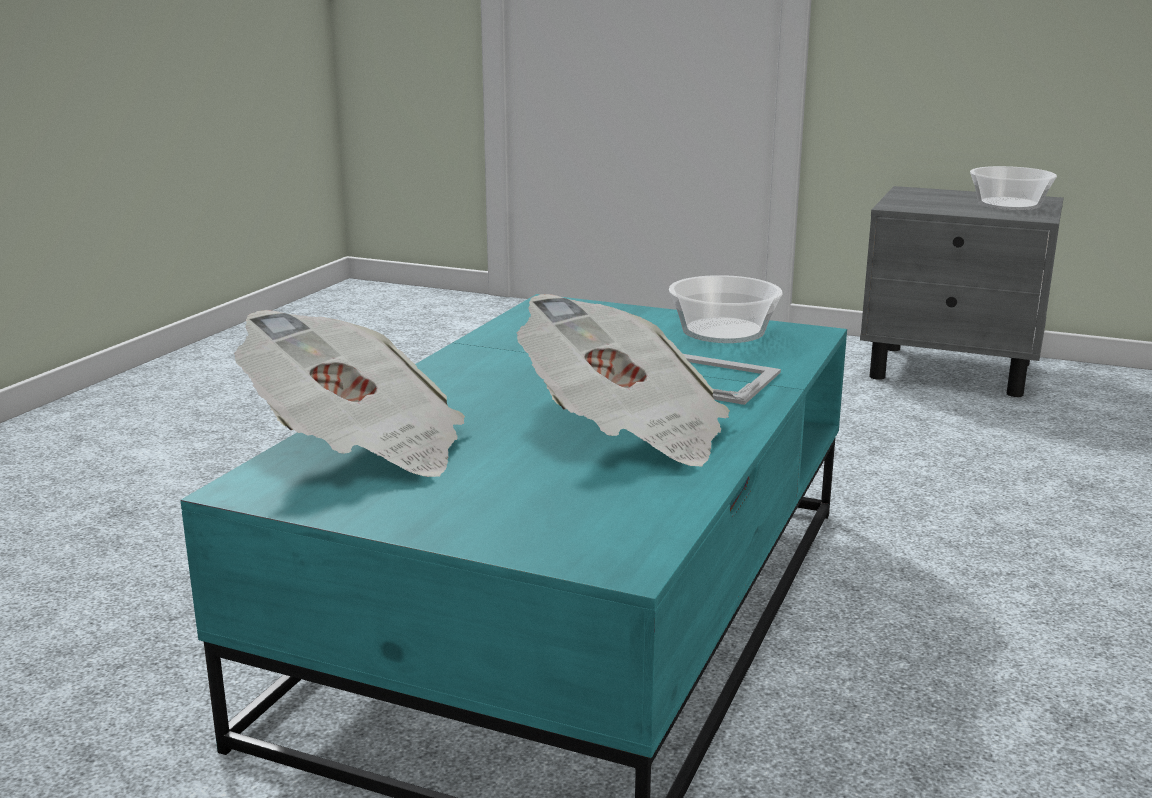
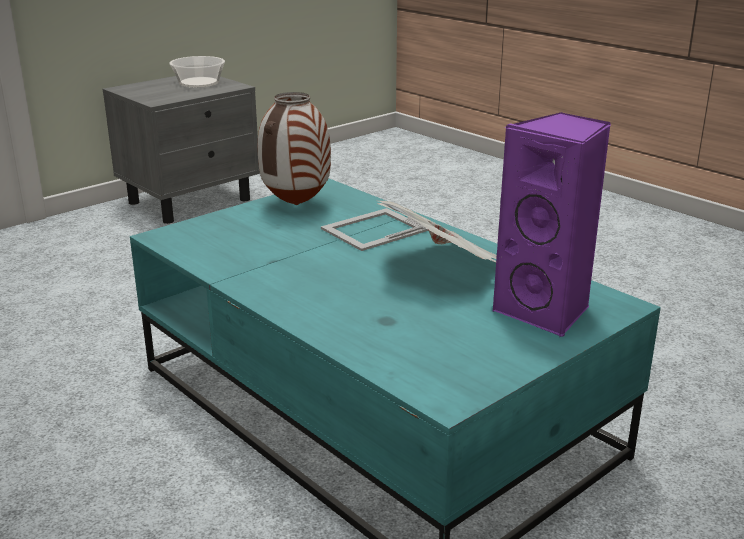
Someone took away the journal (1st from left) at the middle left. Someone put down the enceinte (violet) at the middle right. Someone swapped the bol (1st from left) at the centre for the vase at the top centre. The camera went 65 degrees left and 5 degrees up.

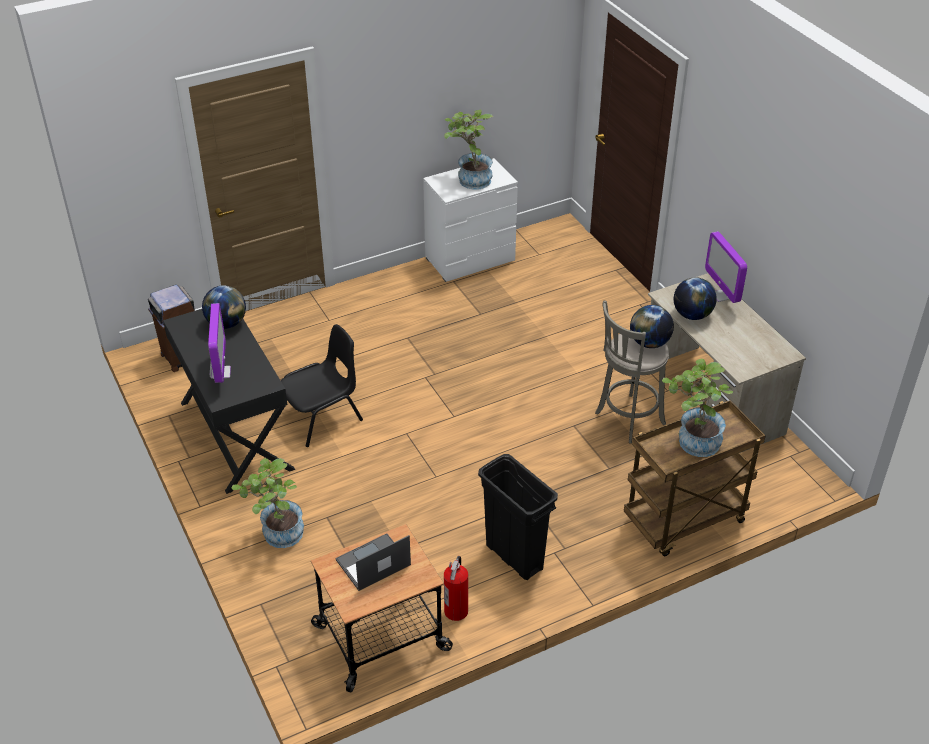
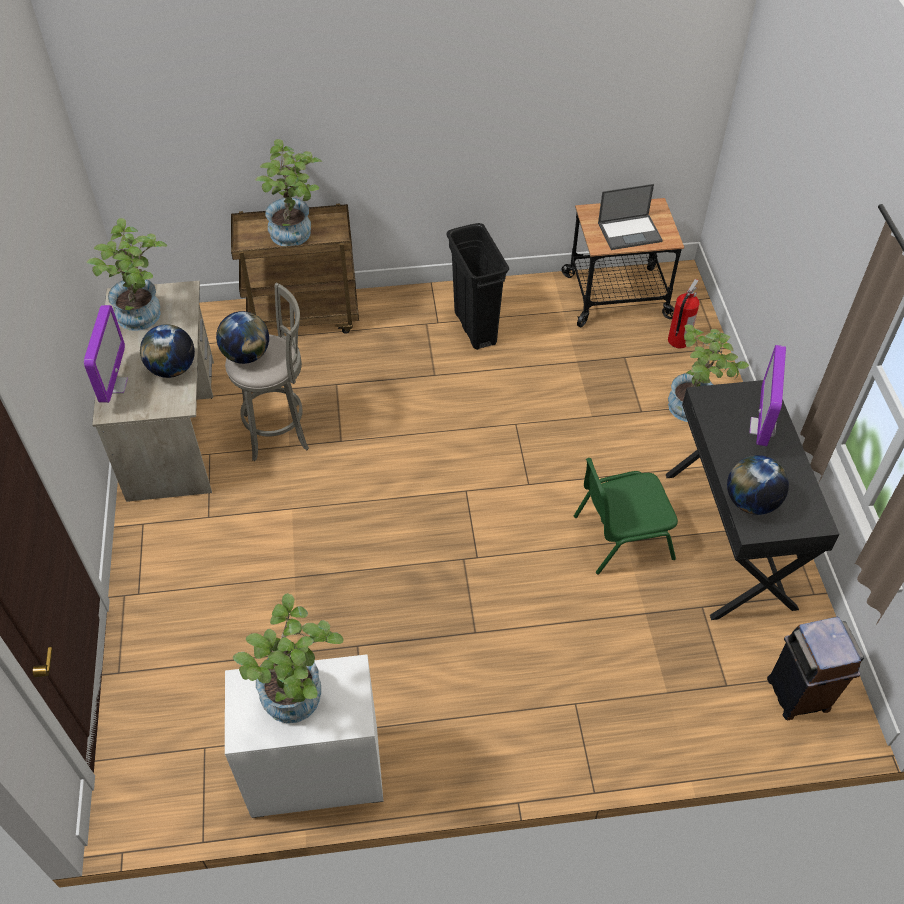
Someone put down the plante en pot (1st from left) at the top left. Someone carried the extincteur from the bottom centre to the middle right. Someone repainted the chaise (noir) at the centre, which became the chaise (vert) at the middle right. The camera went 160 degrees left and 10 degrees up.

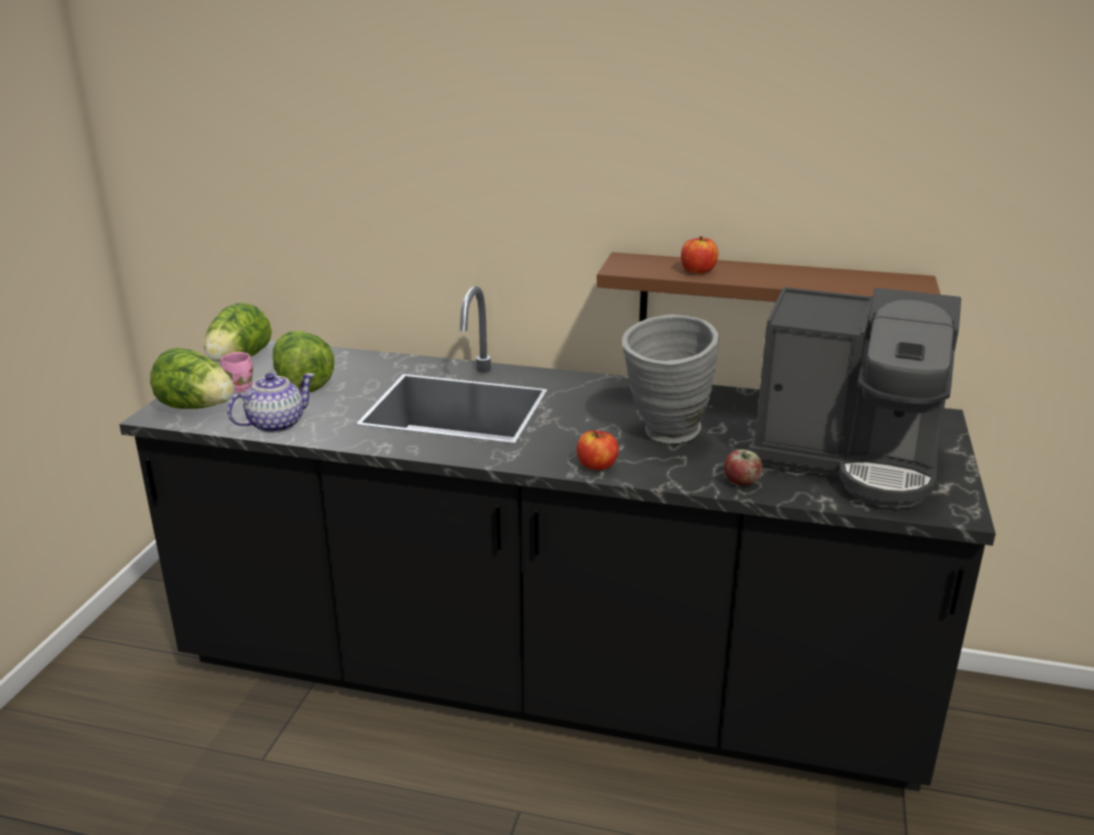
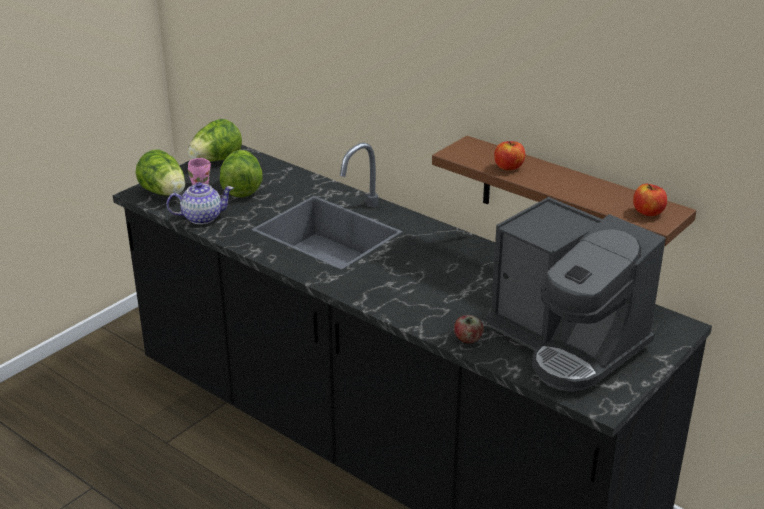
Someone took away the vase (gris) at the centre. Someone carried the pomme (1st from left in the first image) from the centre to the middle right. The camera went 25 degrees right and 5 degrees up.

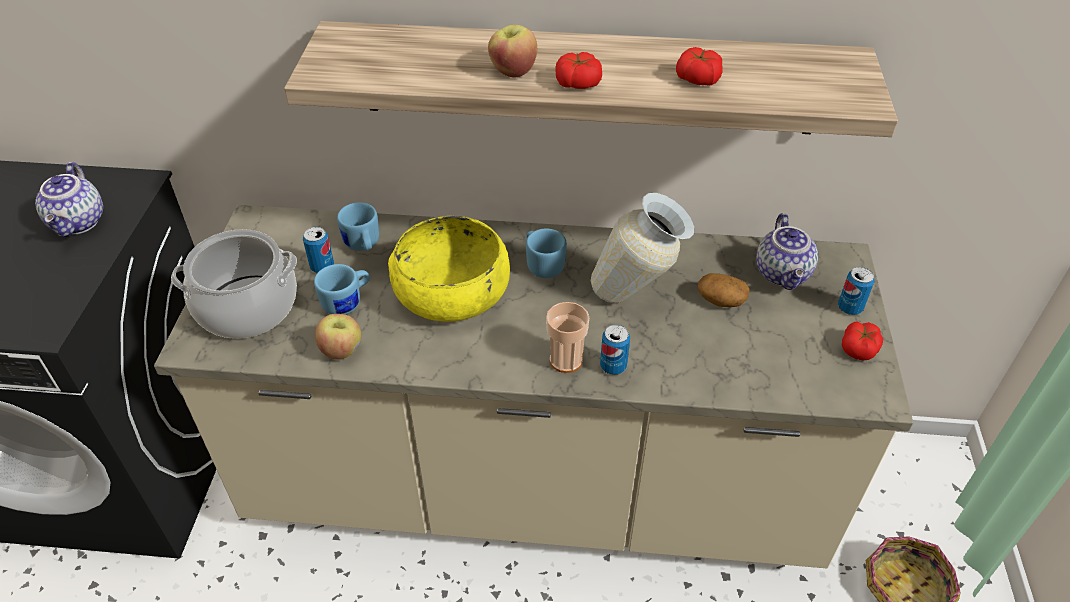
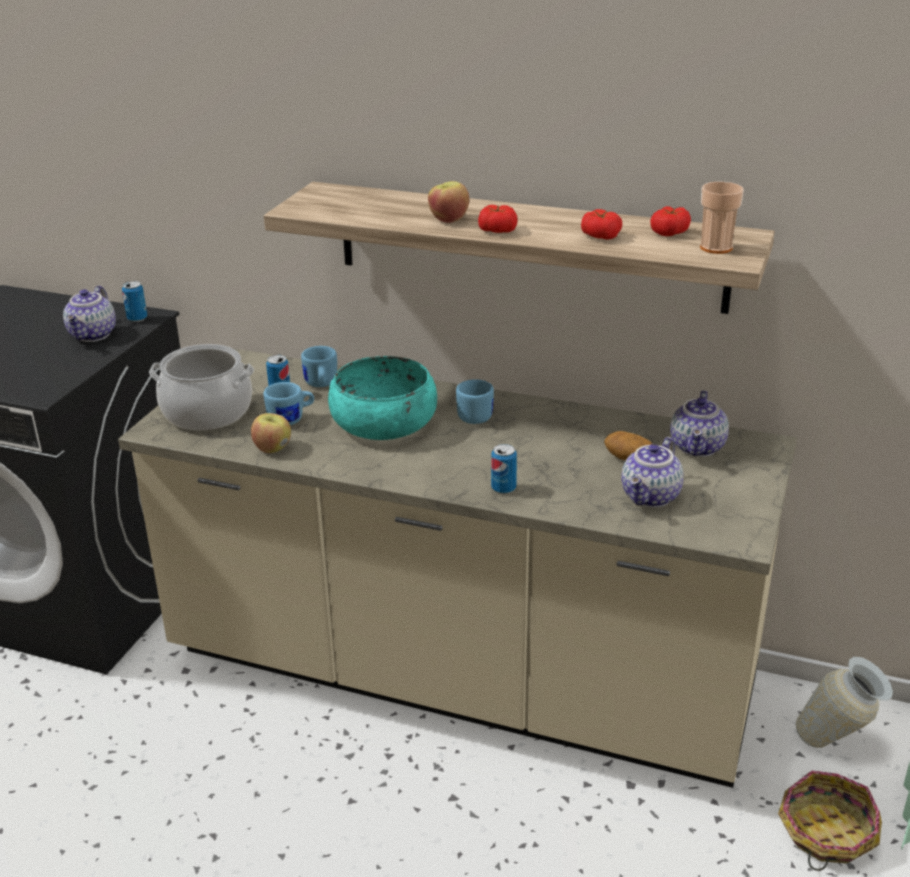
Someone put down the théière (2nd from left) at the middle right. Someone carried the tasse from the centre to the top right. Someone carried the vase from the centre to the bottom right. Someone carried the boîte métallique (3rd from left in the first image) from the middle right to the middle left. Someone carried the tomate (3rd from left) from the middle right to the top right. Someone repainted the bol (jaune) at the centre, which became the bol (turquoise) at the centre. The camera went 15 degrees right and 15 degrees down.

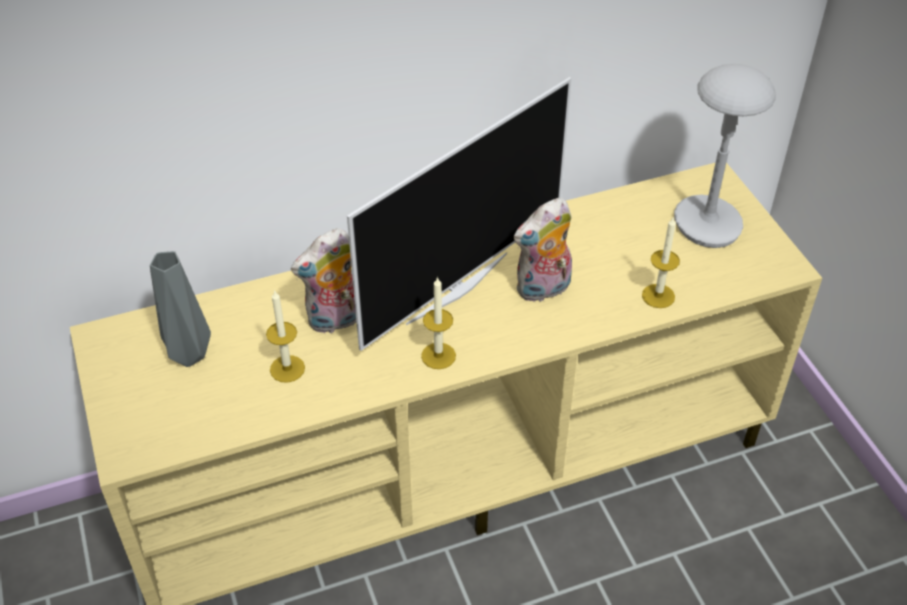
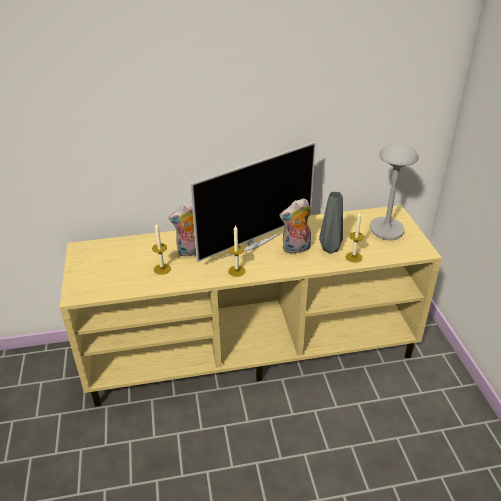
Someone carried the vase (gris) from the middle left to the centre. The camera went 10 degrees right and 10 degrees down.

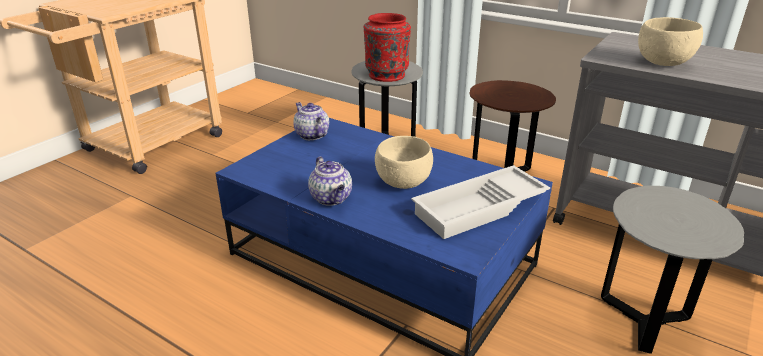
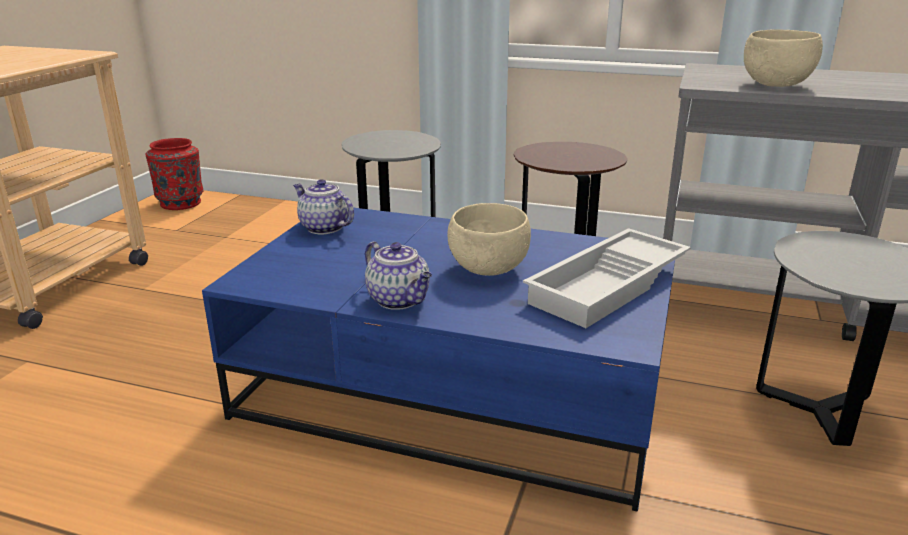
Someone carried the vase (rouge) from the top centre to the top left. The camera went 15 degrees left and 5 degrees down.

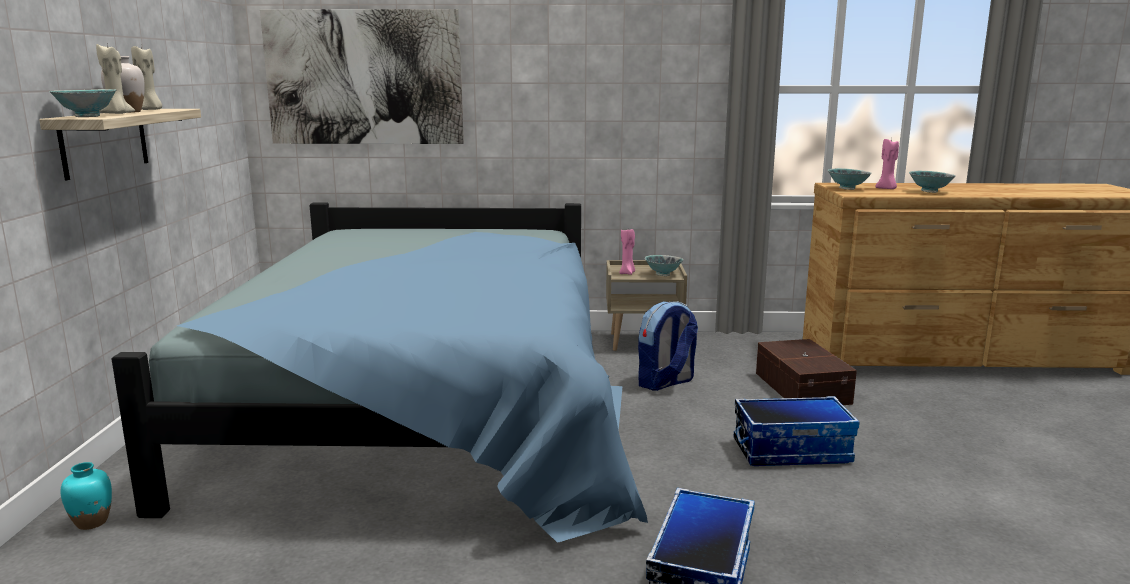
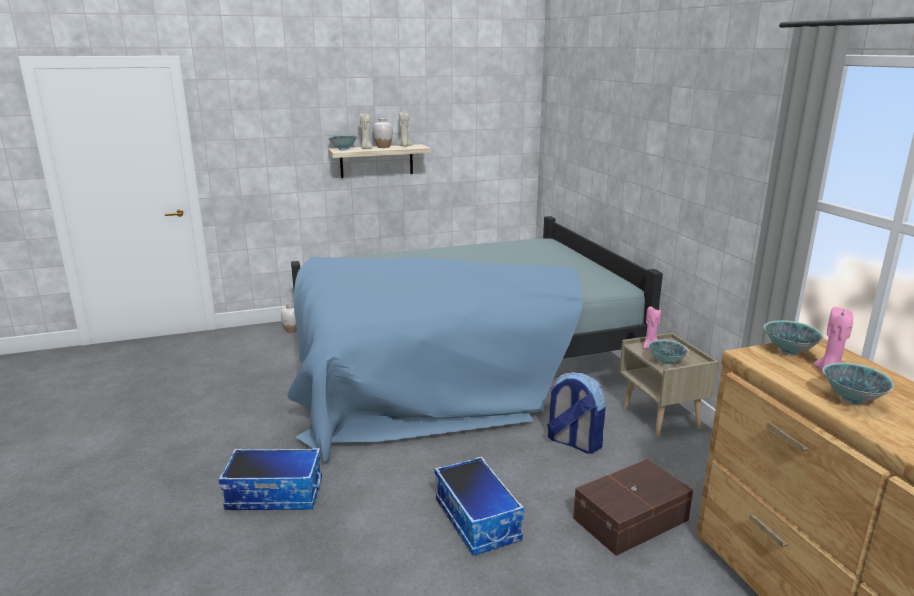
Someone took away the tableau at the top left. Someone repainted the vase (turquoise) at the bottom left, which became the vase (blanc) (1st from left) at the middle left. The camera went 70 degrees right and 5 degrees up.

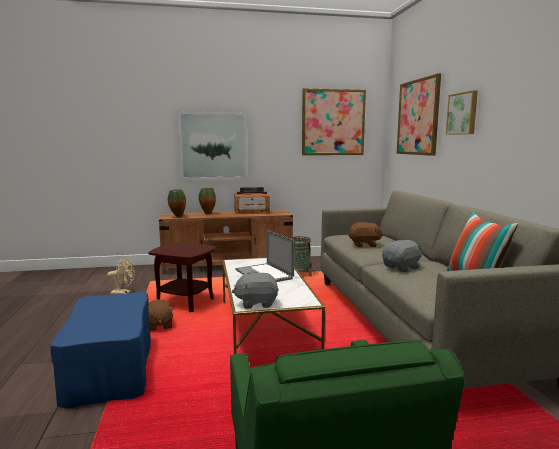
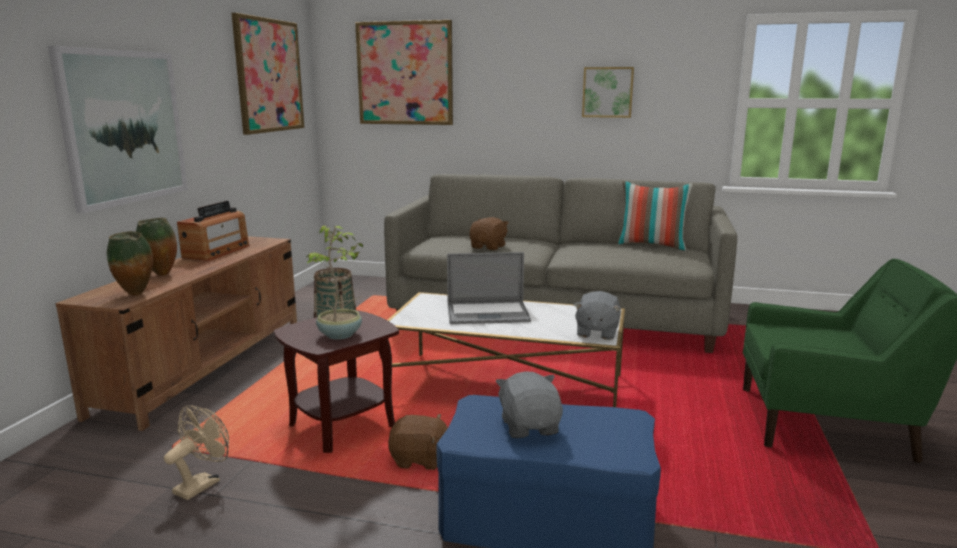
Someone put down the plante en pot at the centre. Someone carried the peluche (gris) (2nd from left in the first image) from the middle right to the bottom centre. Someone carried the tableau (4th from left) from the top right to the top centre. The camera went 65 degrees left and 5 degrees up.

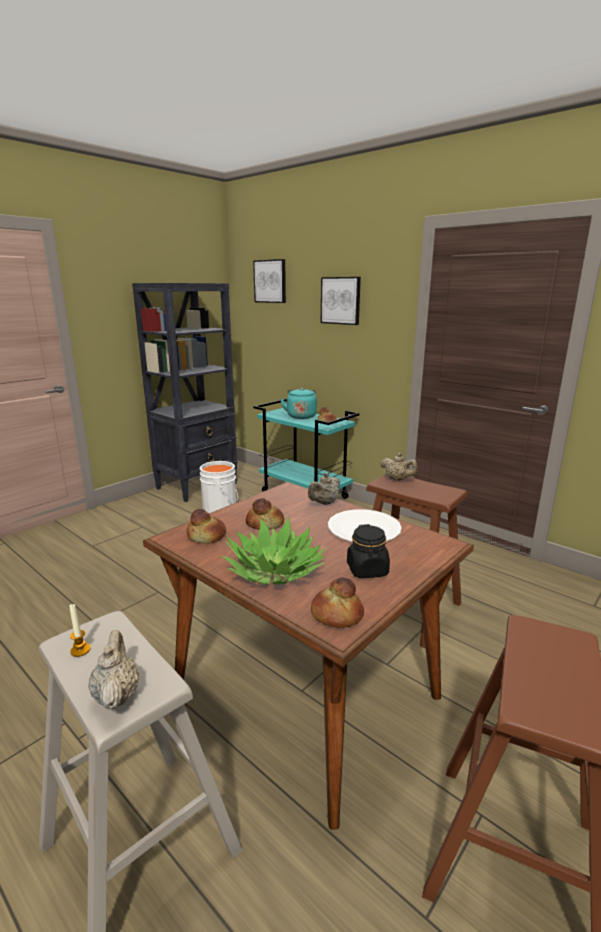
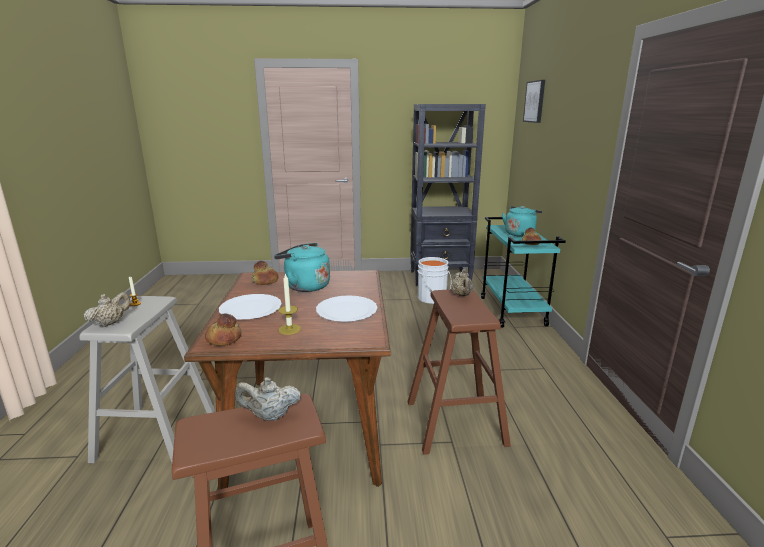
Someone took away the tableau (2nd from left) at the top centre. Someone carried the théière (beige) (2nd from left) from the centre to the bottom centre. Someone swapped the plante en pot at the centre for the assiette (blanc) (1st from left) at the middle left. Someone swapped the pain (2nd from left) at the centre for the bouilloire (turquoise) (1st from left) at the centre. Someone swapped the bocal (noir) at the centre for the bougie (2nd from left) at the centre. The camera went 45 degrees right and 0 degrees up.

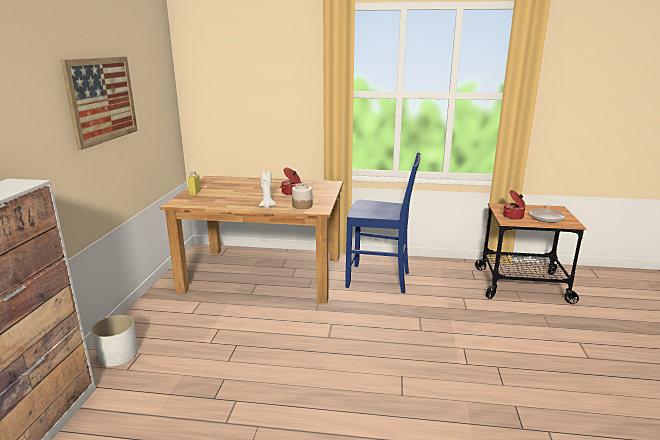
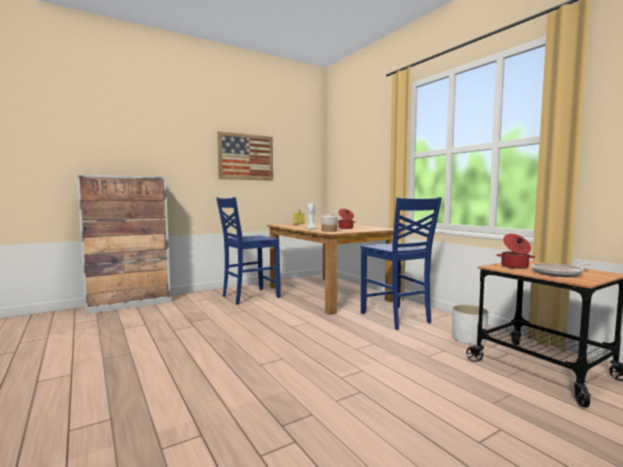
Someone put down the chaise (bleu) (1st from left) at the centre. Someone carried the cache-pot (blanc) from the bottom left to the bottom right. The camera went 50 degrees right and 15 degrees down.

